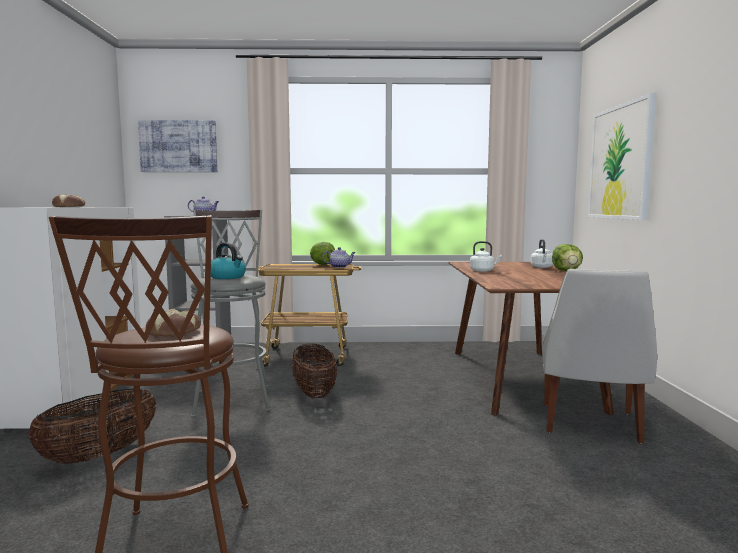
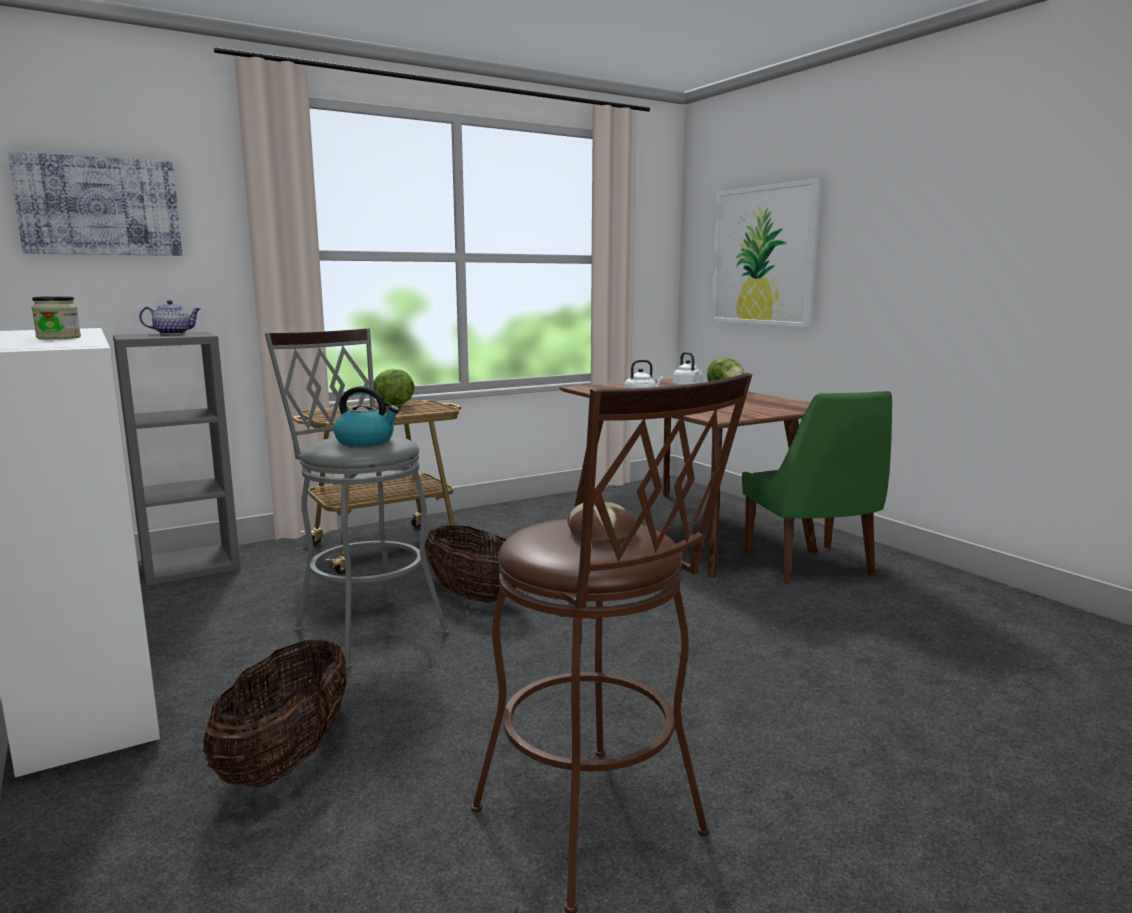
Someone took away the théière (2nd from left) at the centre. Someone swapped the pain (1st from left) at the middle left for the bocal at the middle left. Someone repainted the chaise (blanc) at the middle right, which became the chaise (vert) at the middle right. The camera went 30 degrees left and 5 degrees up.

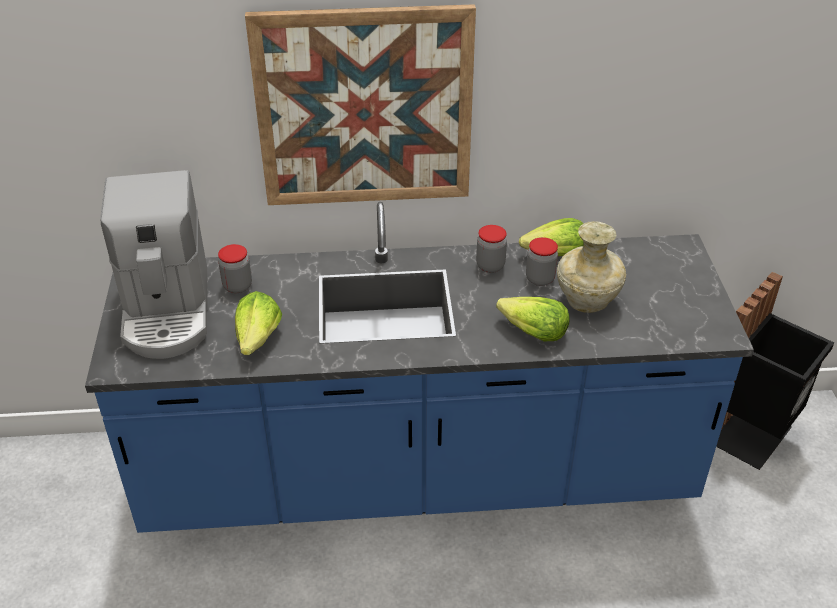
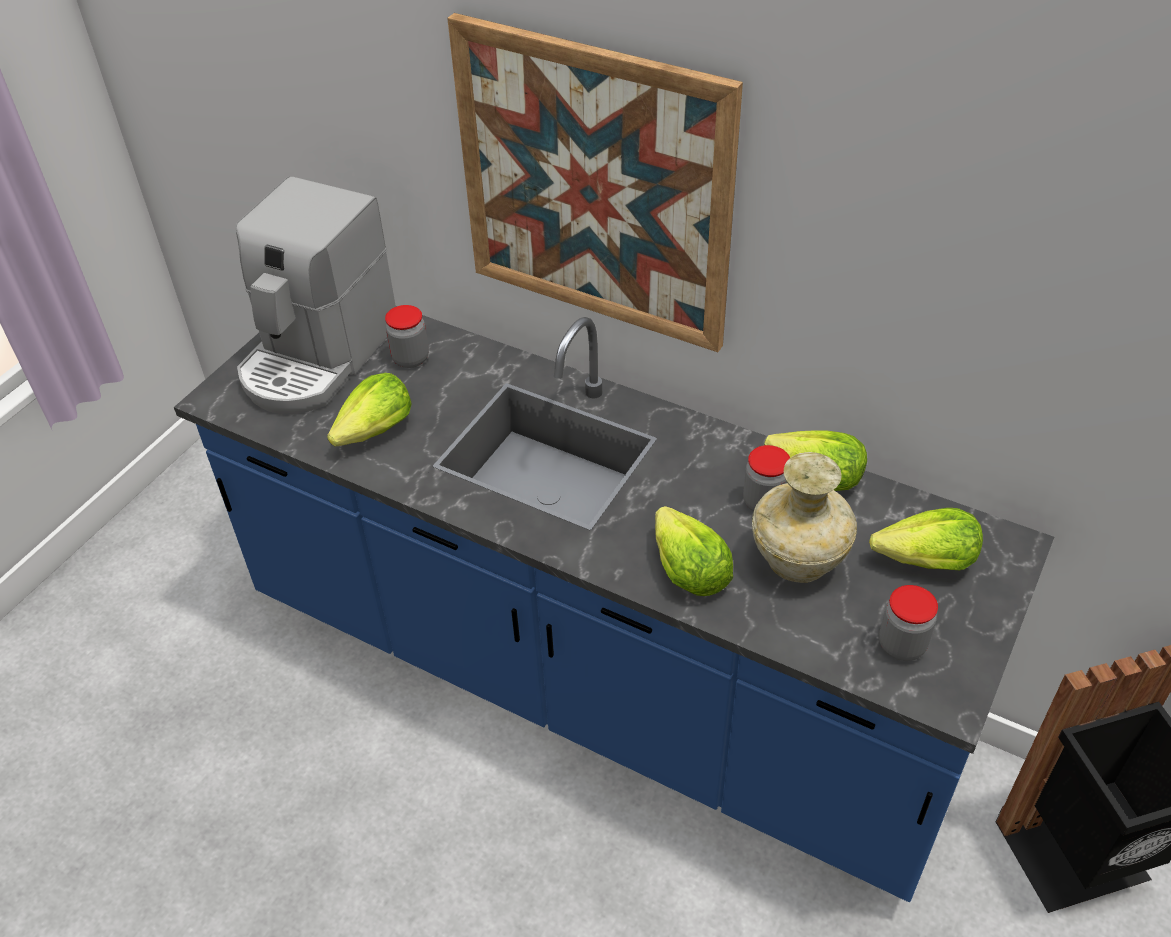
Someone put down the laitue (4th from left) at the middle right. Someone carried the bocal (2nd from left in the first image) from the centre to the middle right. The camera went 35 degrees right and 5 degrees up.

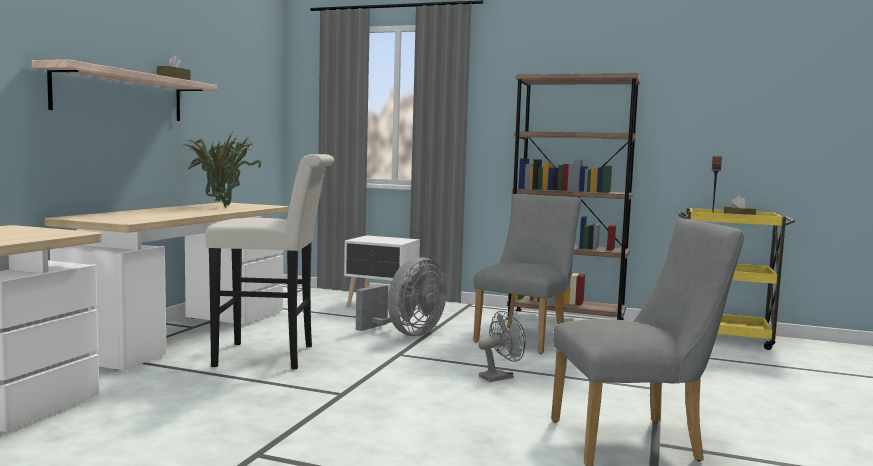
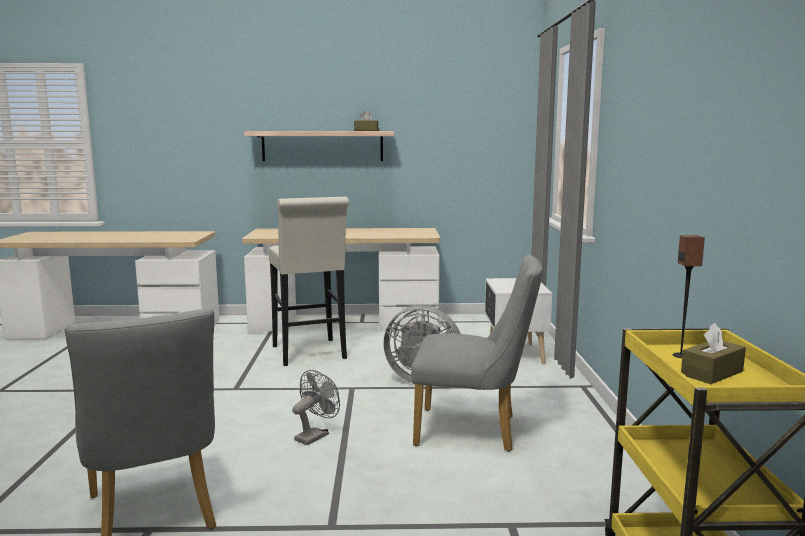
Someone took away the plante en pot at the middle left. Someone took away the bibliothèque (marron) at the centre. Someone rotated the ventilateur (gris) (2nd from left in the first image) at the bottom centre by 90 degrees counterclockwise. The camera went 70 degrees right and 5 degrees up.

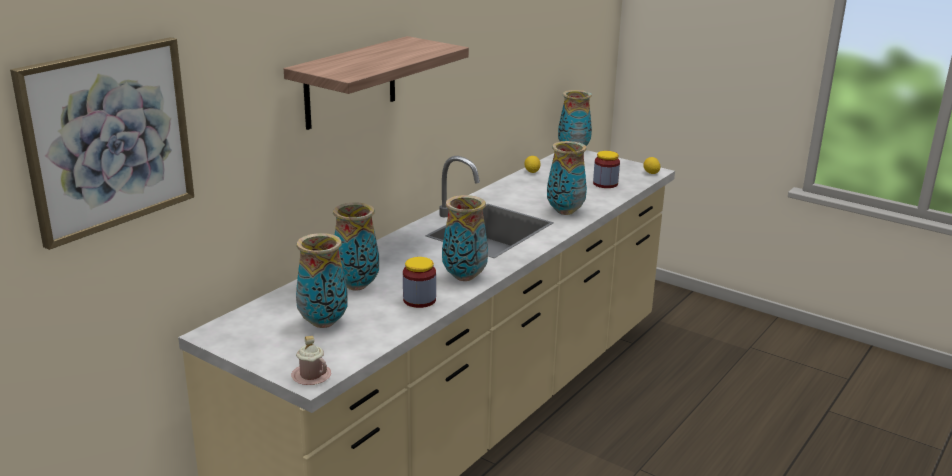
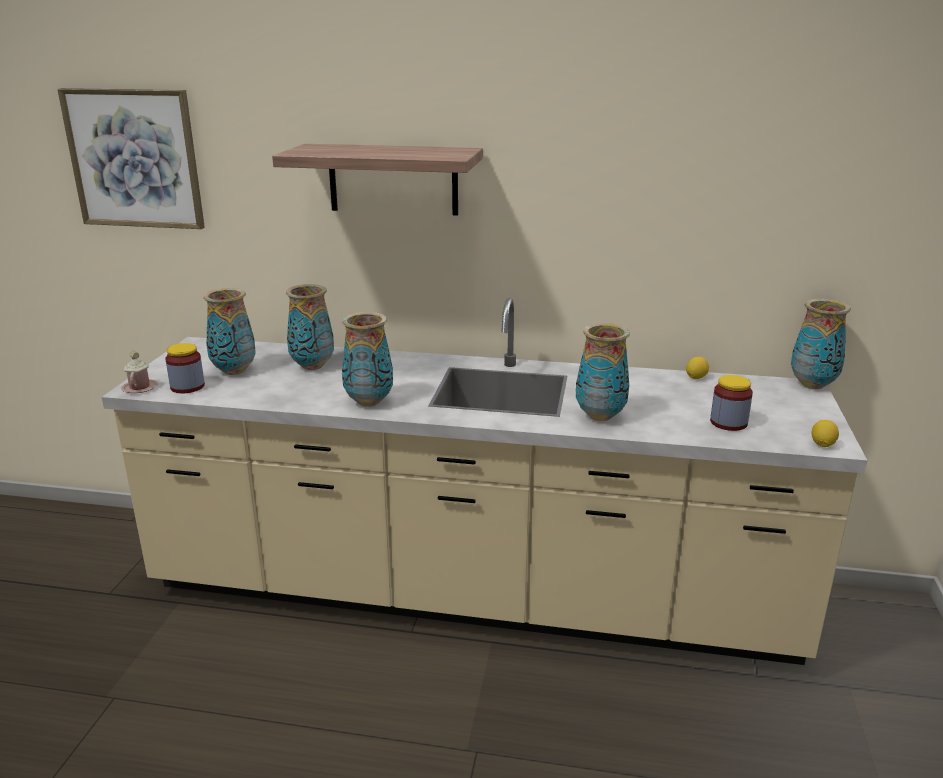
Someone carried the bocal (1st from left) from the centre to the middle left. The camera went 65 degrees right and 0 degrees up.

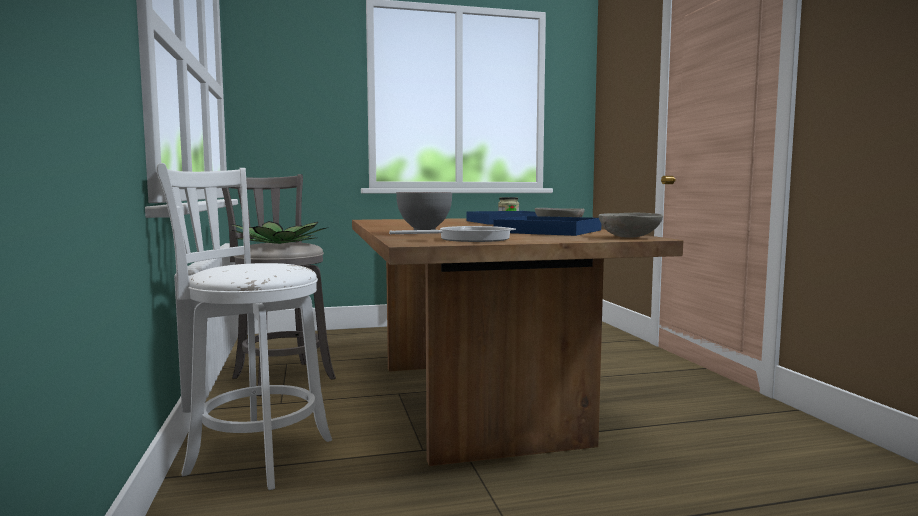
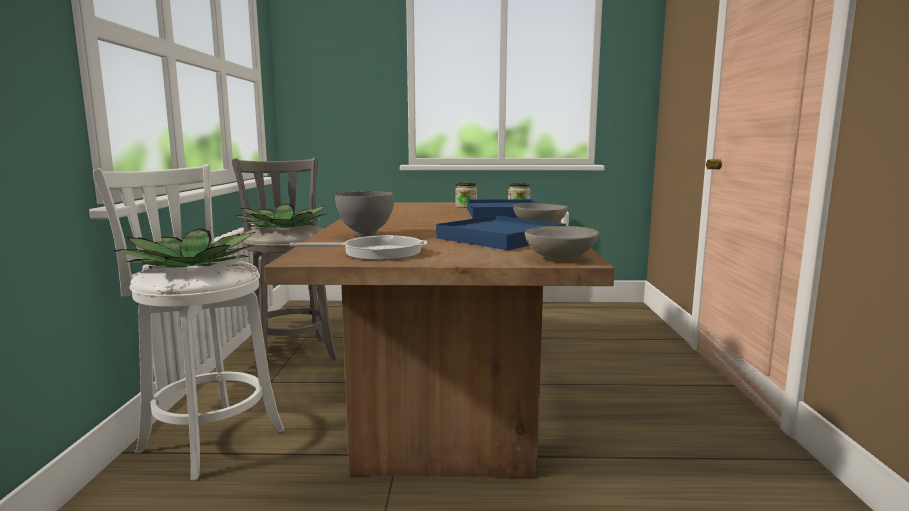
Someone put down the plante en pot (1st from left) at the middle left. Someone put down the bocal (1st from left) at the centre. The camera went 15 degrees right and 5 degrees up.

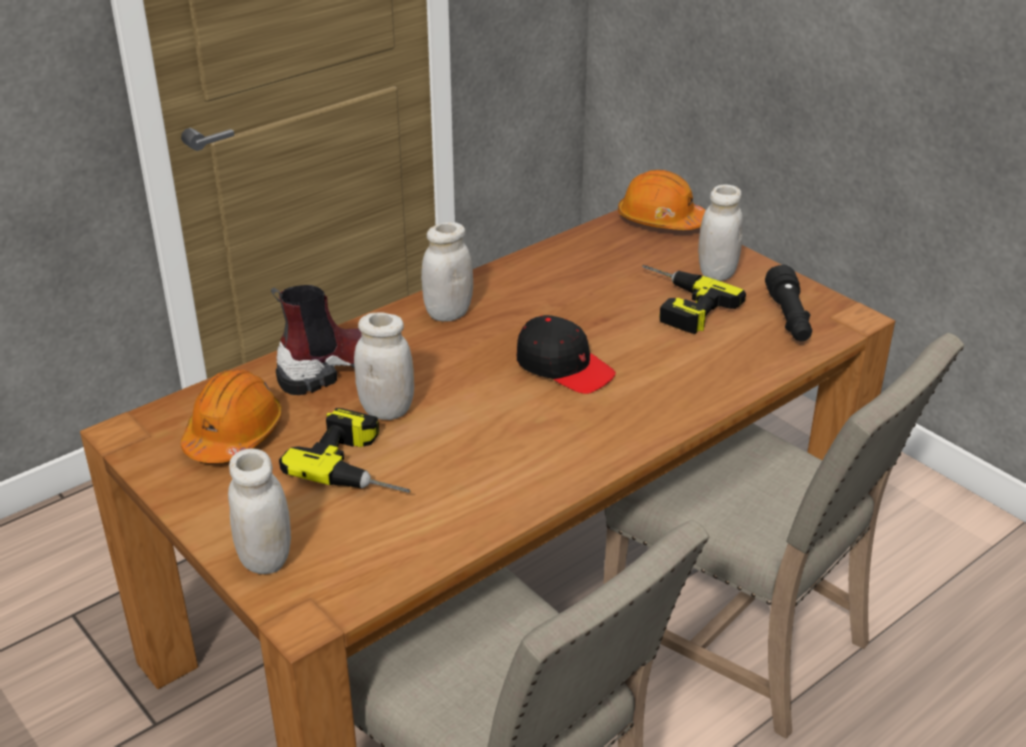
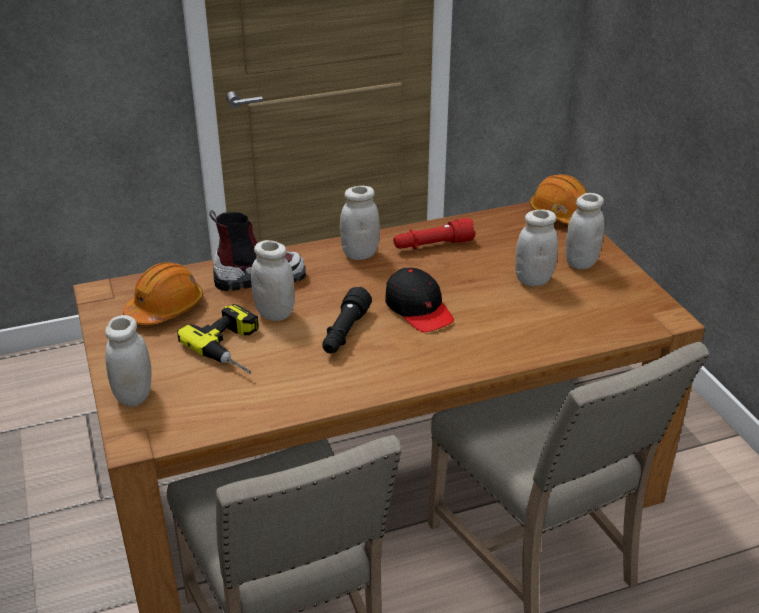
Someone put down the lampe de poche (rouge) at the centre. Someone carried the lampe de poche (noir) from the middle right to the centre. Someone swapped the perceuse (2nd from left) at the middle right for the bocal (blanc) (4th from left) at the middle right. The camera went 20 degrees right and 0 degrees up.

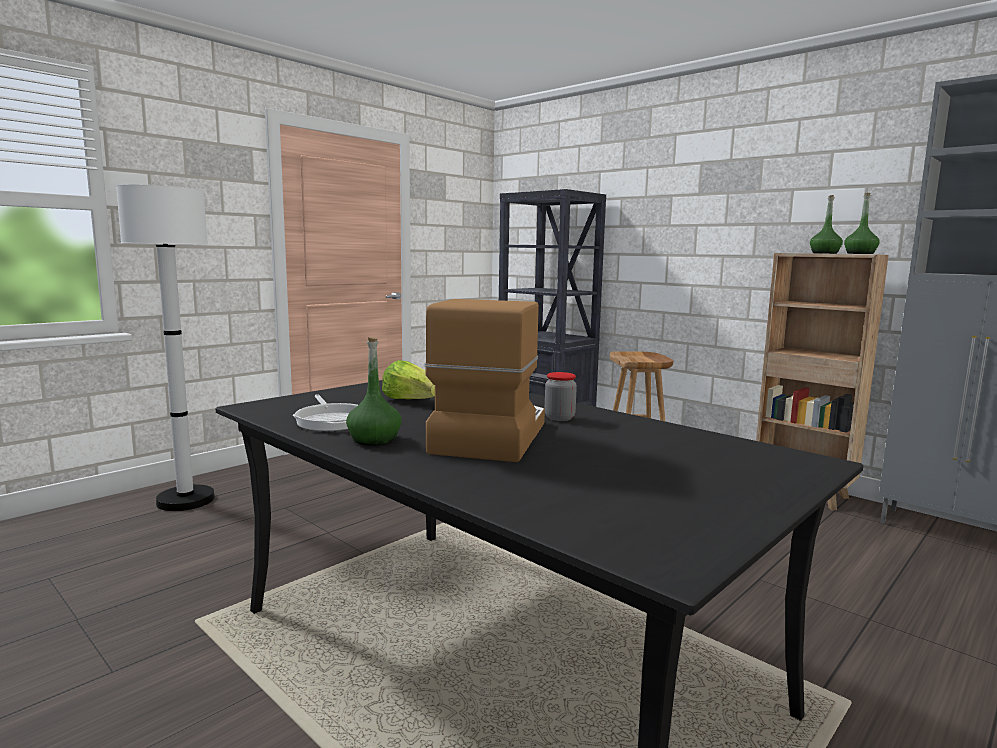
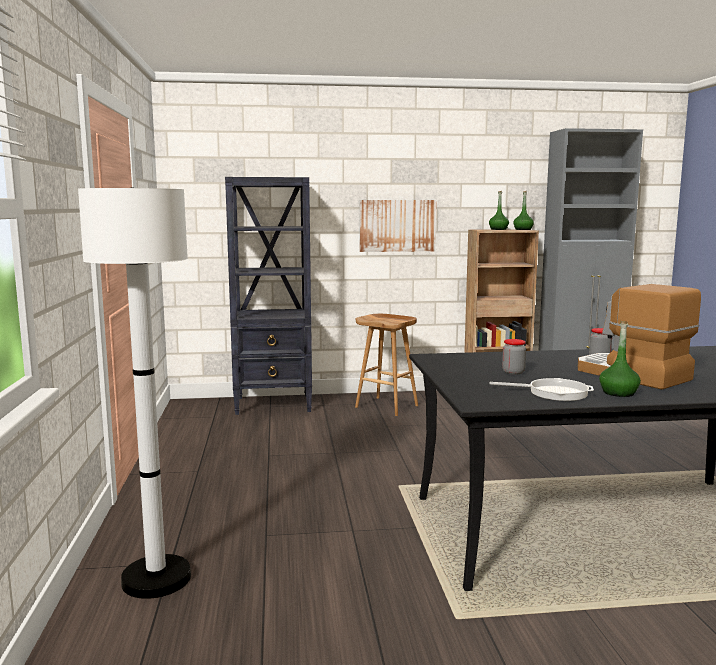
Someone put up the tableau at the centre. Someone swapped the laitue at the centre for the bocal (1st from left) at the middle right. The camera went 50 degrees left and 0 degrees up.

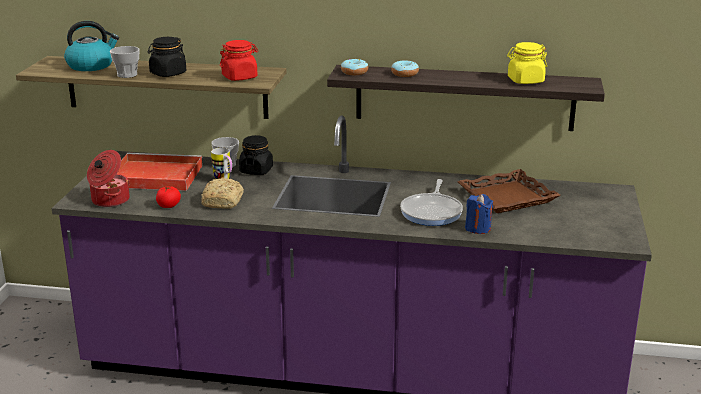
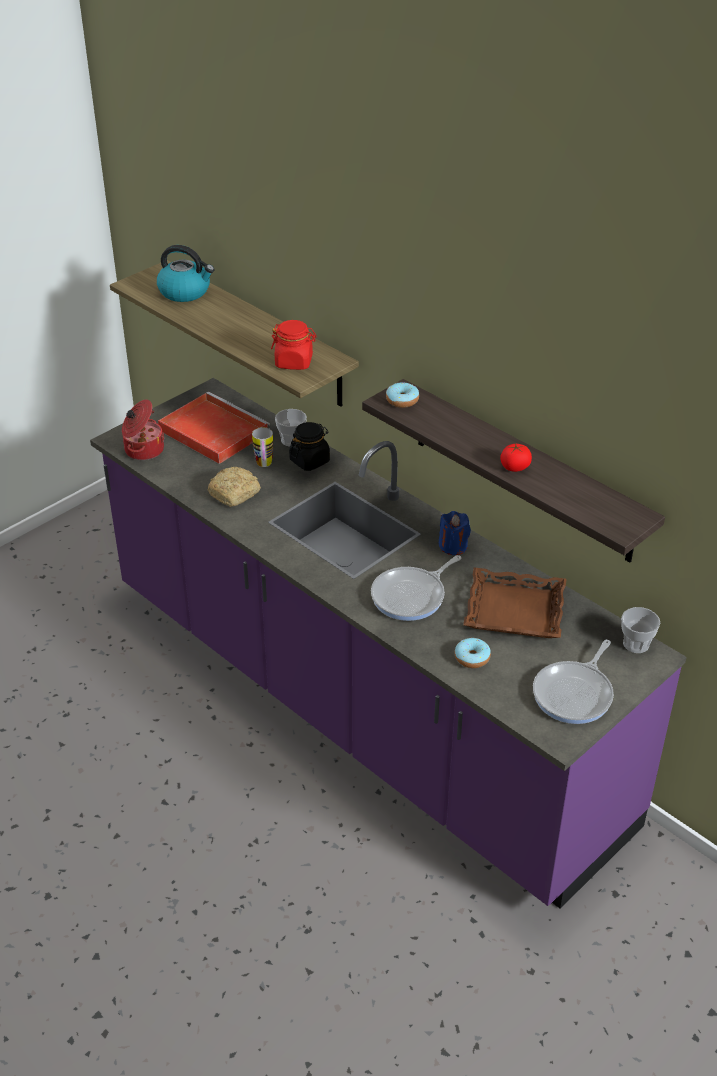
Someone took away the bocal (noir) (1st from left) at the top left. Someone took away the bocal (jaune) at the top right. Someone put down the poêle (2nd from left) at the middle right. Someone carried the tasse (1st from left in the first image) from the top left to the middle right. Someone carried the tomate from the middle left to the middle right. Someone carried the beignet (2nd from left) from the top centre to the centre. Someone carried the bougie (bleu) from the middle right to the centre. The camera went 35 degrees right and 15 degrees up.

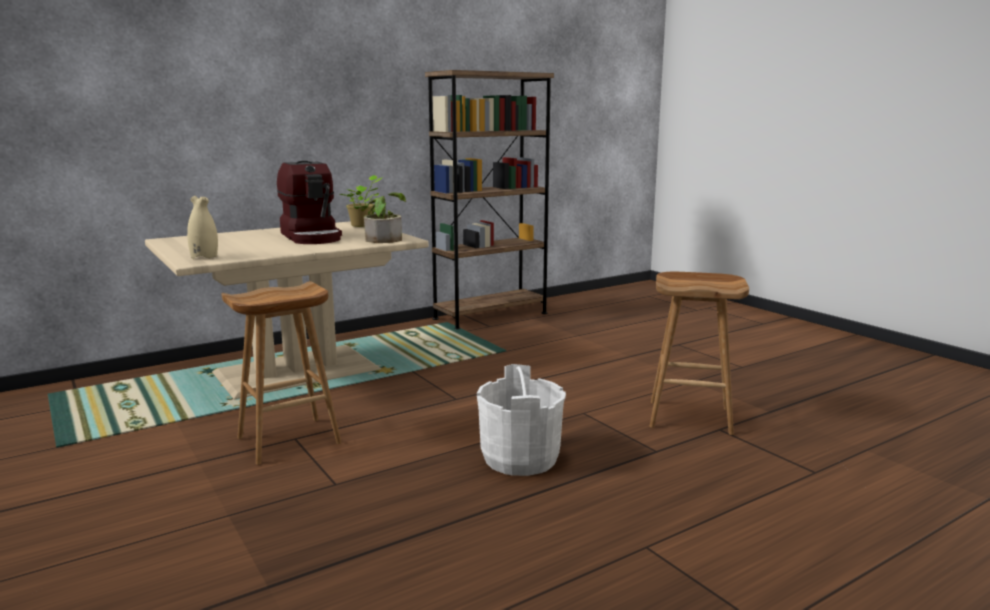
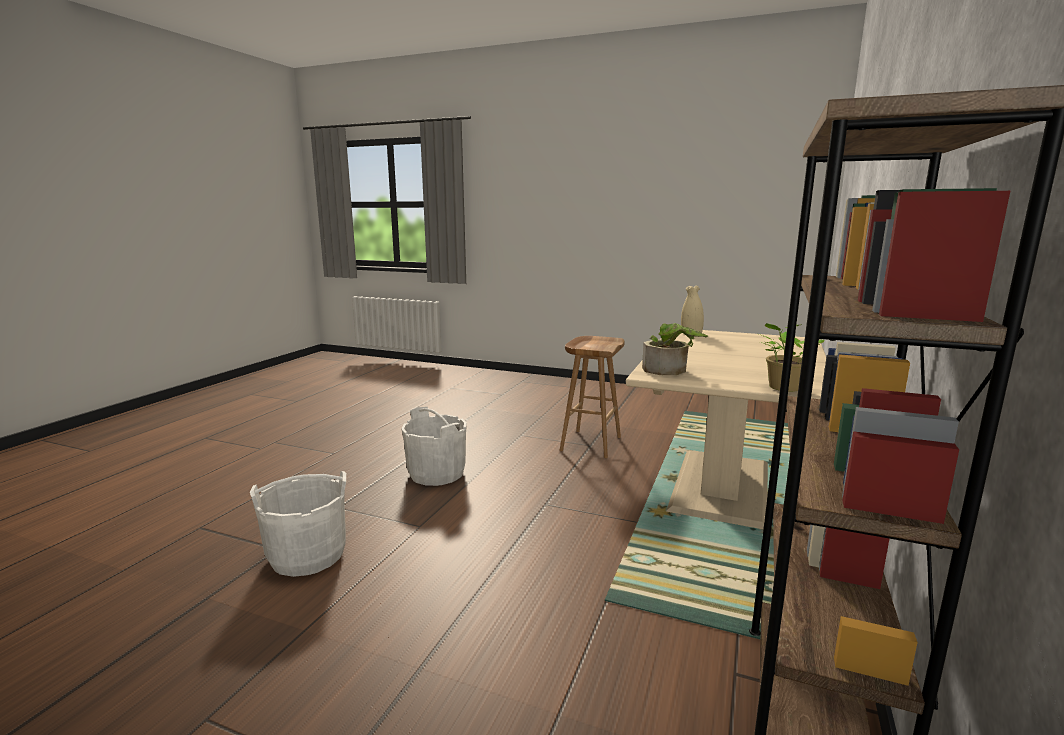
Someone took away the machine à café at the top left. Someone swapped the tabouret (marron) (2nd from left) at the middle right for the seau (blanc) (1st from left) at the bottom left. The camera went 145 degrees right and 0 degrees up.

